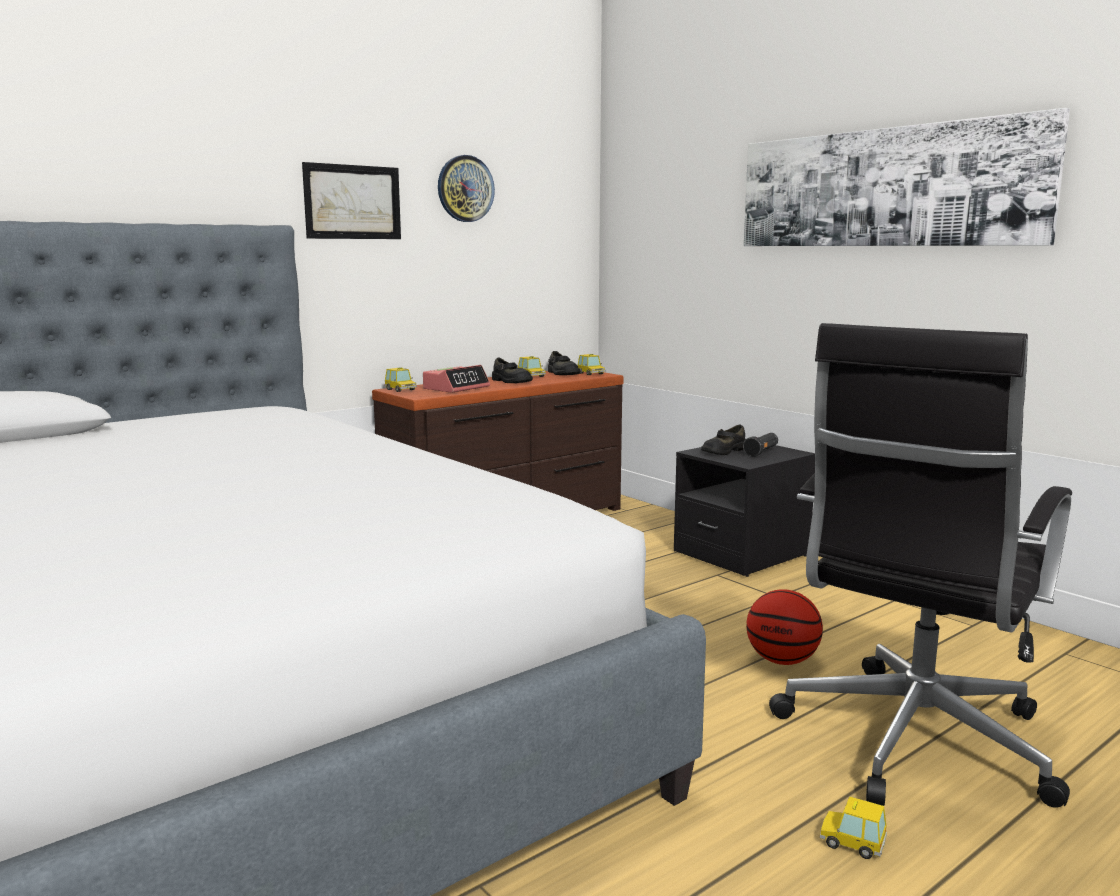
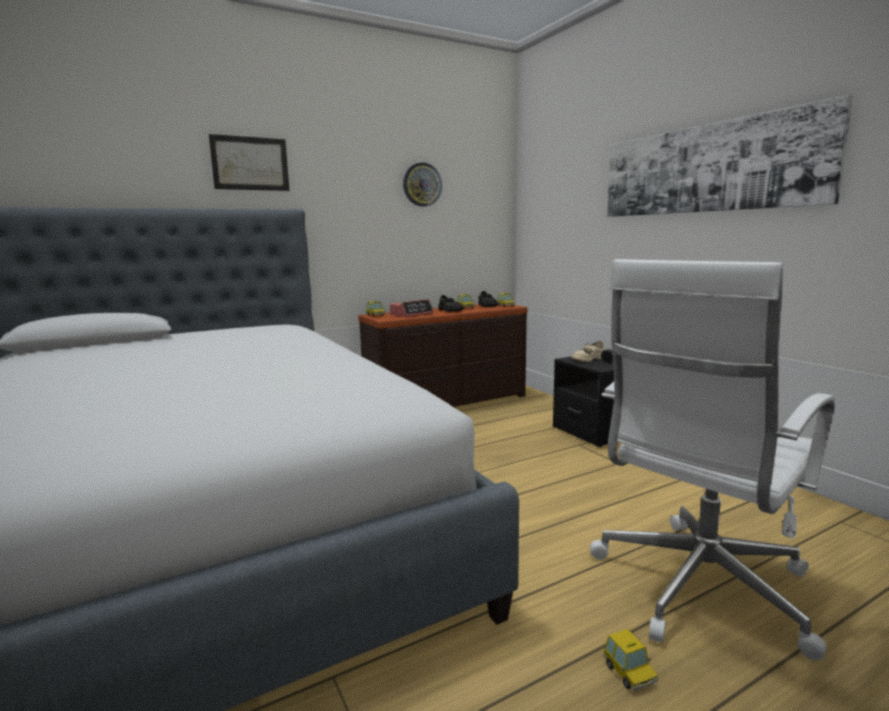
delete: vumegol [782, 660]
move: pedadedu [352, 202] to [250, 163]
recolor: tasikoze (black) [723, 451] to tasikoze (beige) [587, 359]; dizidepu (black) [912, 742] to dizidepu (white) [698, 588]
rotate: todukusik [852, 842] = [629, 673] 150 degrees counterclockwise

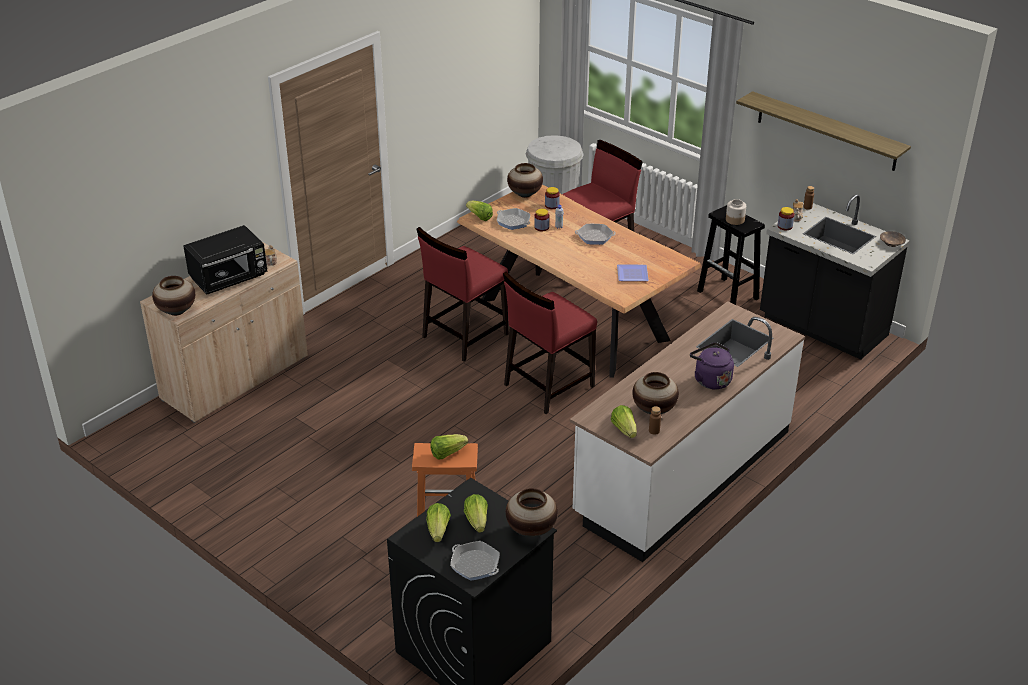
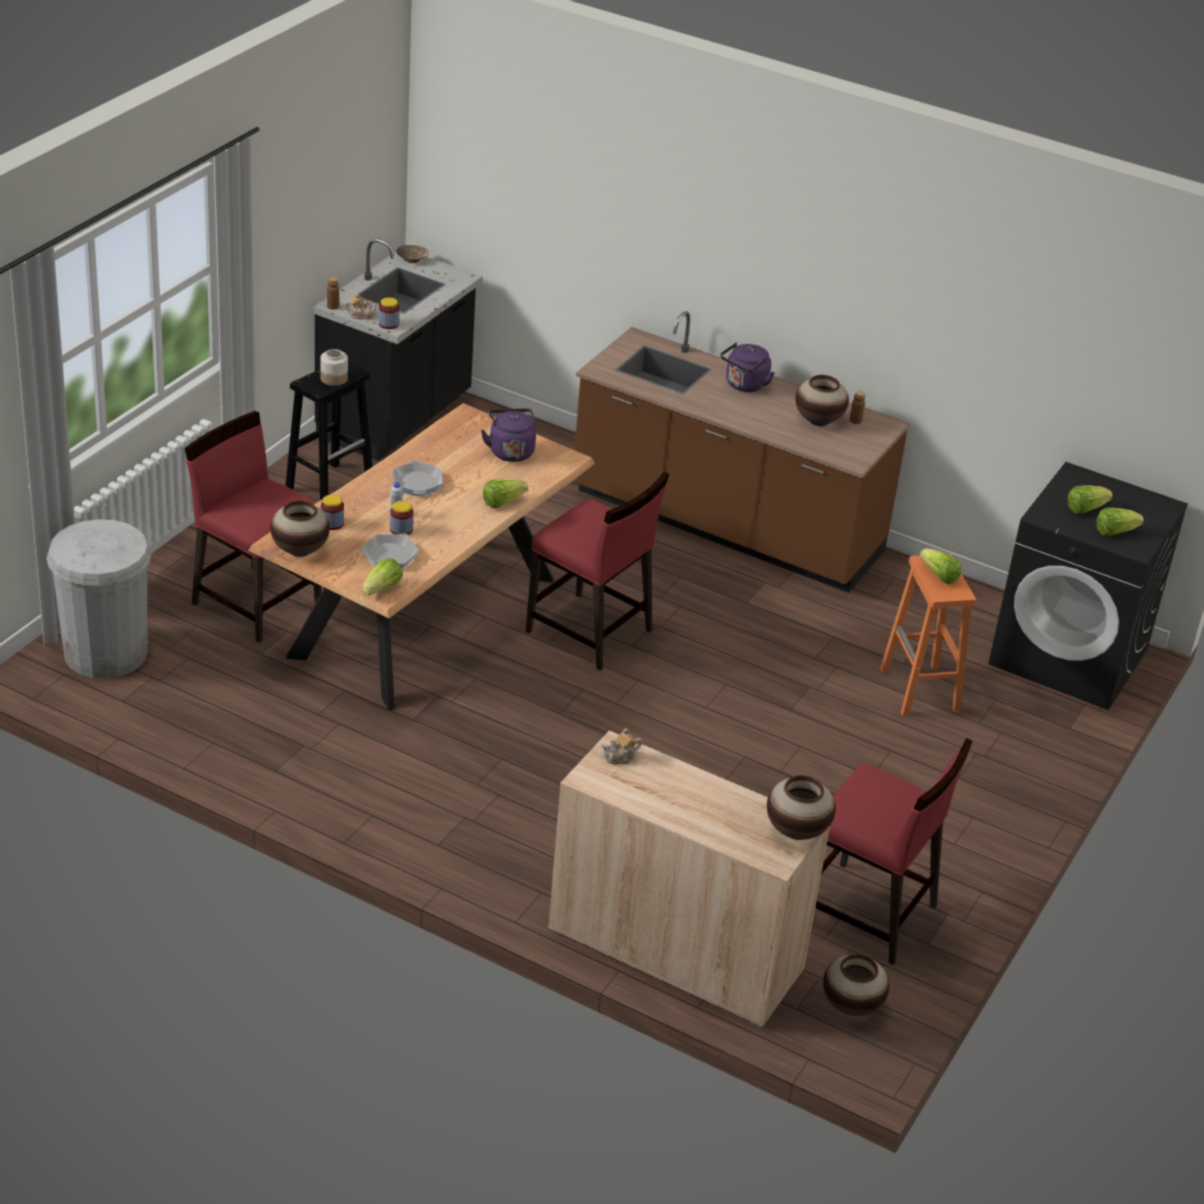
delete: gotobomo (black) [230, 278]; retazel [475, 564]; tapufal [826, 131]
move: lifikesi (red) [464, 336] to [868, 914]; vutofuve [531, 530] to [851, 1006]; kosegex [624, 429] to [502, 502]
replace: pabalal [633, 275] to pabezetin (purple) [510, 451]
recolor: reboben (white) [682, 473] to reboben (brown) [725, 525]

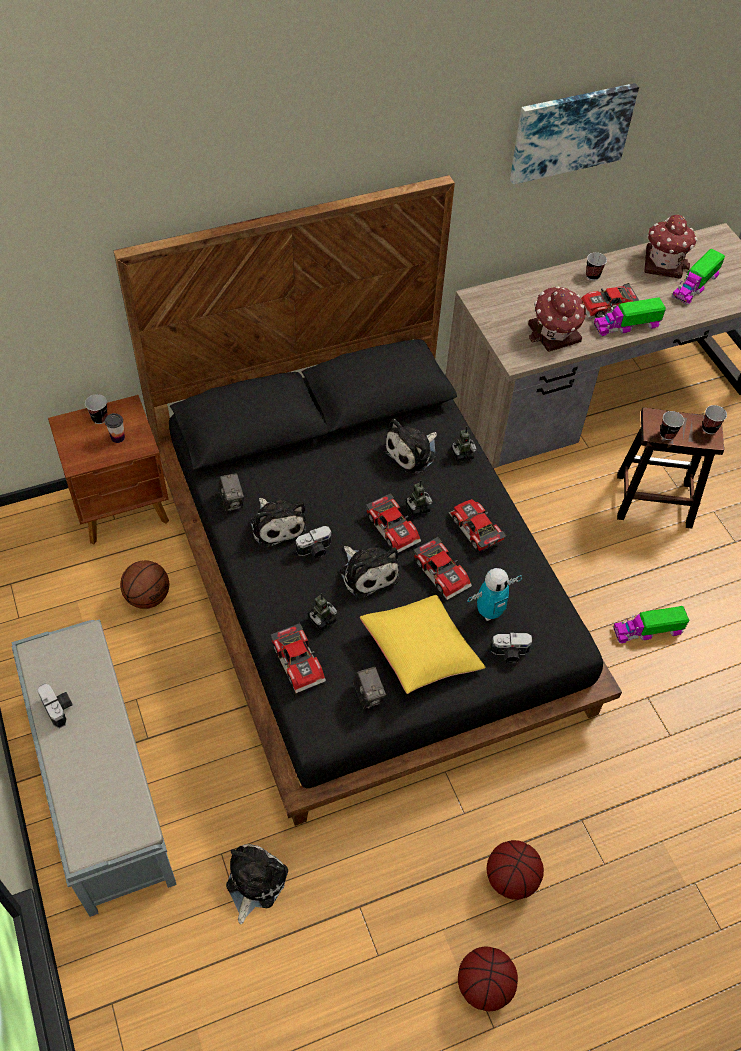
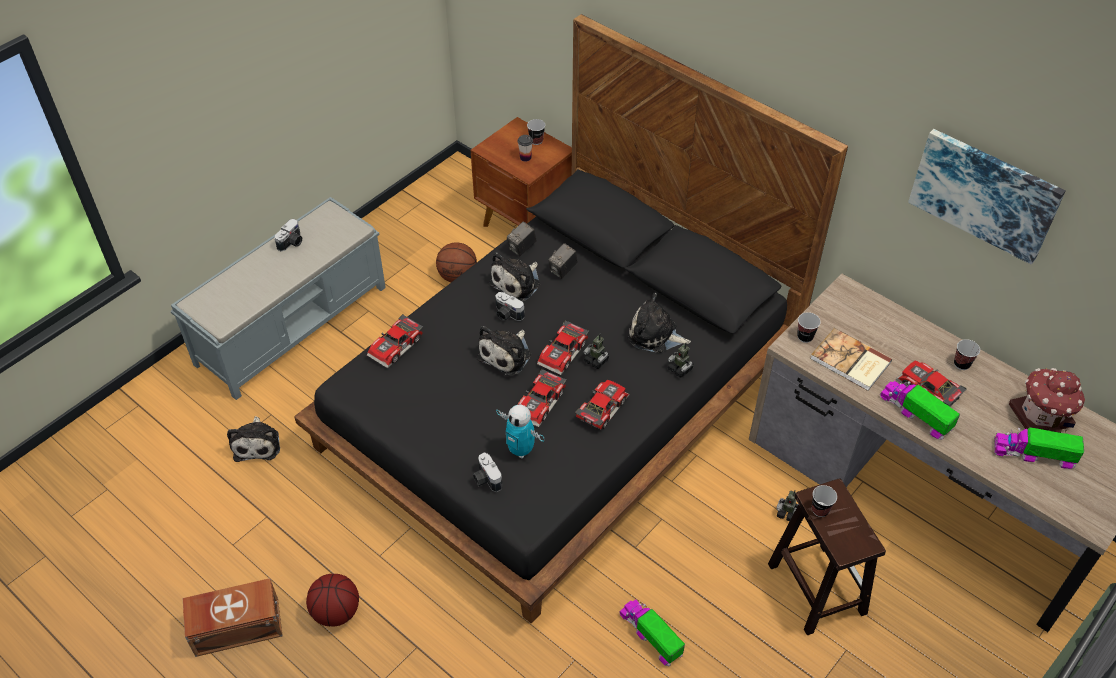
delete: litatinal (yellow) [421, 652]
move: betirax [321, 619] to [787, 513]; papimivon [368, 695] to [563, 270]; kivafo [709, 428] to [805, 337]
replace: vumegol [483, 986] to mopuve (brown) [236, 626]; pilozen [554, 334] to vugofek [850, 362]
rotate: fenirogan [254, 882] = [257, 443] 90 degrees clockwise

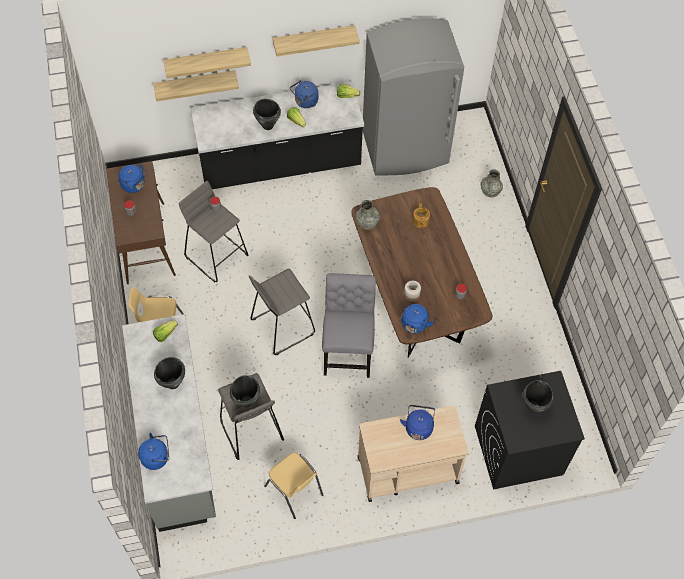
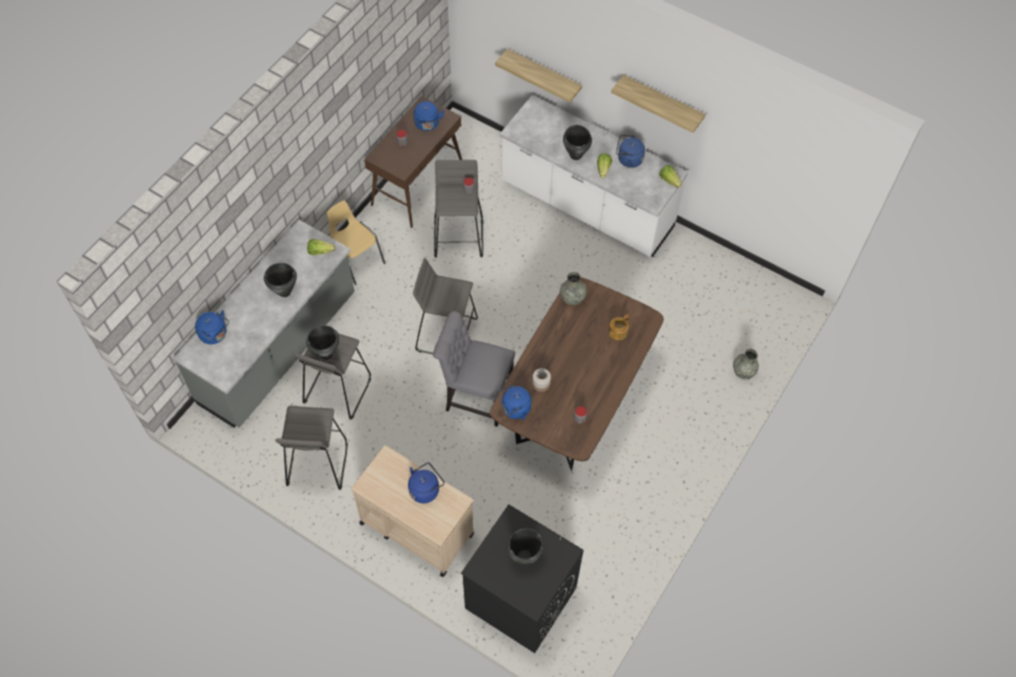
delete: tapufal [206, 61]; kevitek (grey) [406, 148]
replace: lifikesi (yellow) [294, 491] to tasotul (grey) [317, 464]
recolor: reboben (black) [280, 165] to reboben (white) [586, 207]
rotate: lifikesi (grey) [348, 351] = [475, 396] 120 degrees counterclockwise

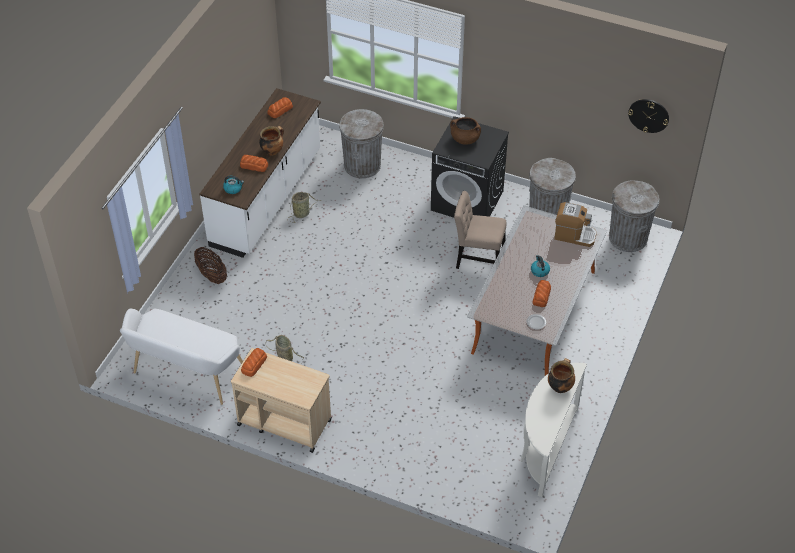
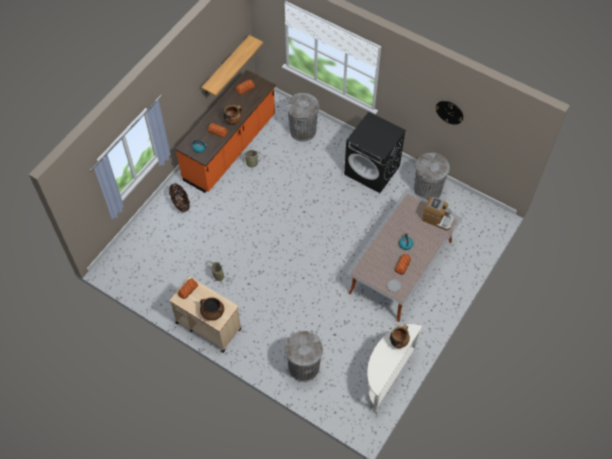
delete: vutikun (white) [186, 375]; lifikesi (beige) [477, 260]
insert: tapufal [226, 65]
move: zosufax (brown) [465, 139] to [212, 312]; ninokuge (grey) [628, 238] to [303, 367]; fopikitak [648, 115] to [449, 112]
recolor: reboben (white) [267, 199] to reboben (orange) [230, 148]

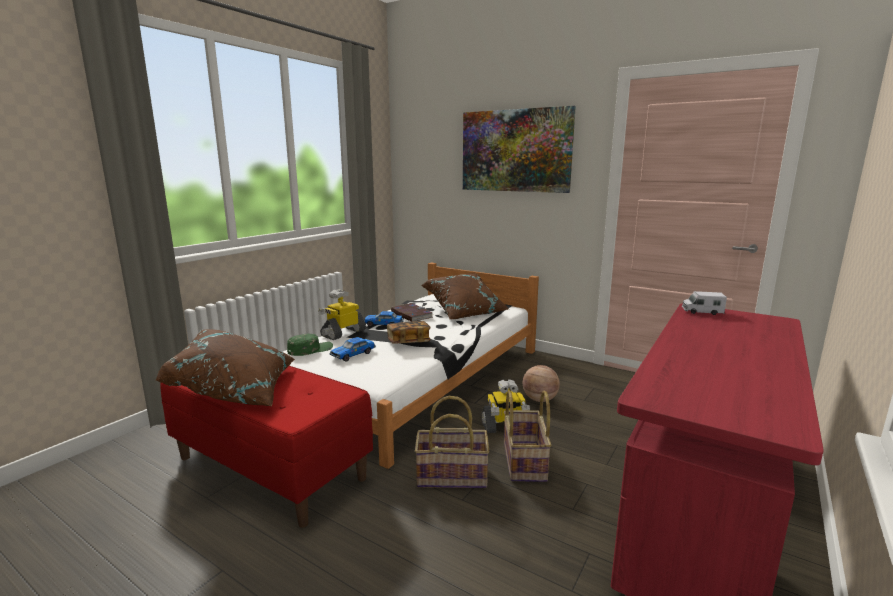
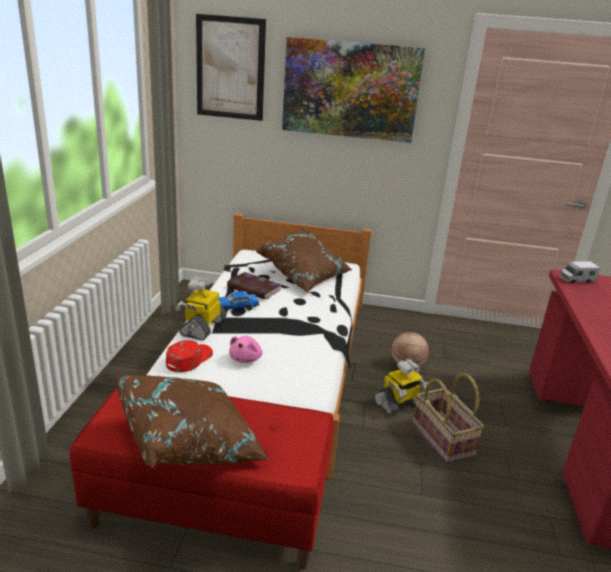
delete: vugofek [408, 342]; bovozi [452, 475]
insert: pedadedu [230, 68]
replace: todukusik [353, 354] to fenirogan (pink) [246, 358]
recolor: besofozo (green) [310, 349] to besofozo (red) [189, 359]

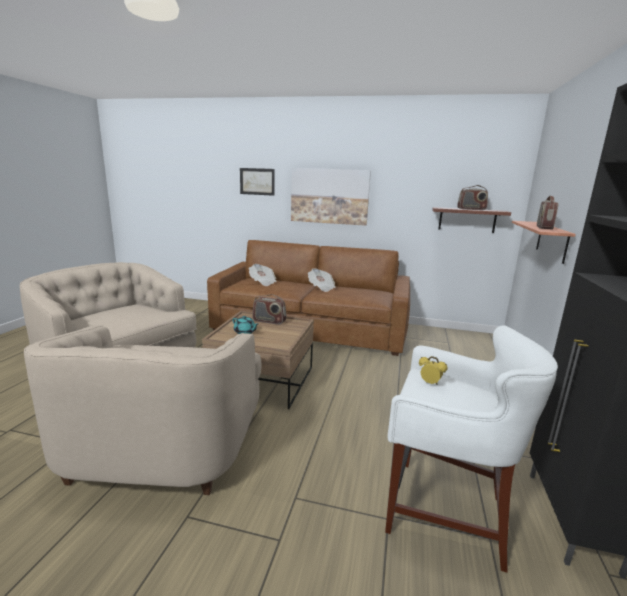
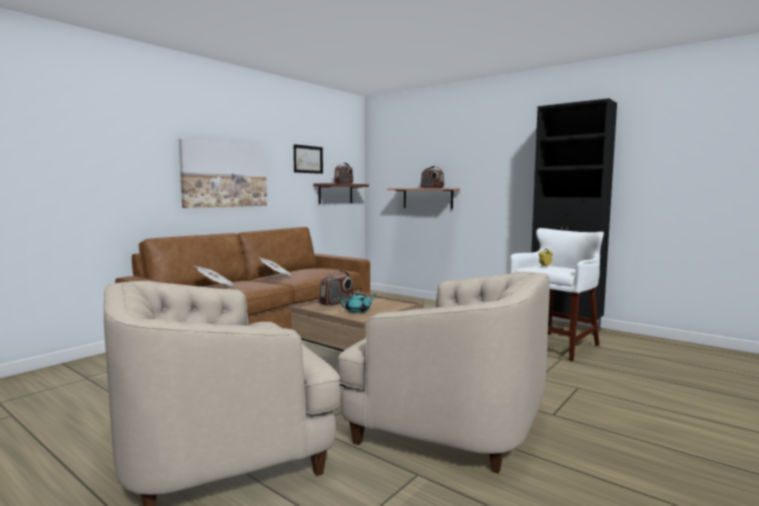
move: pedadedu [257, 181] to [308, 159]

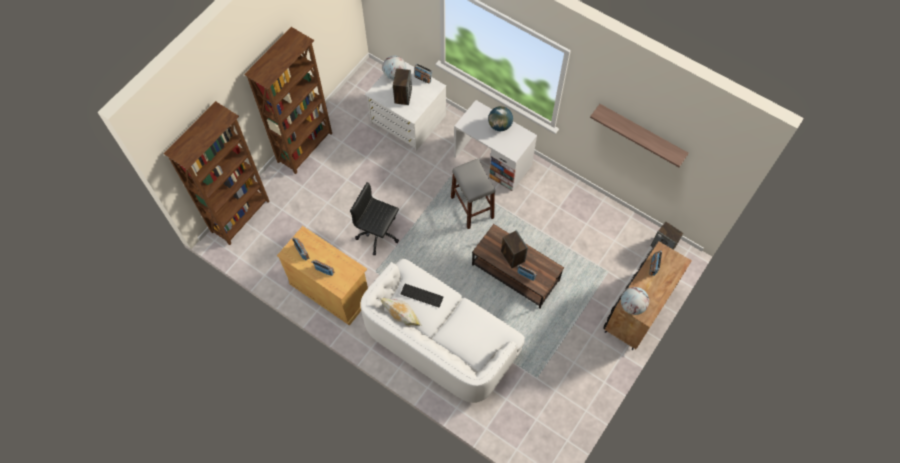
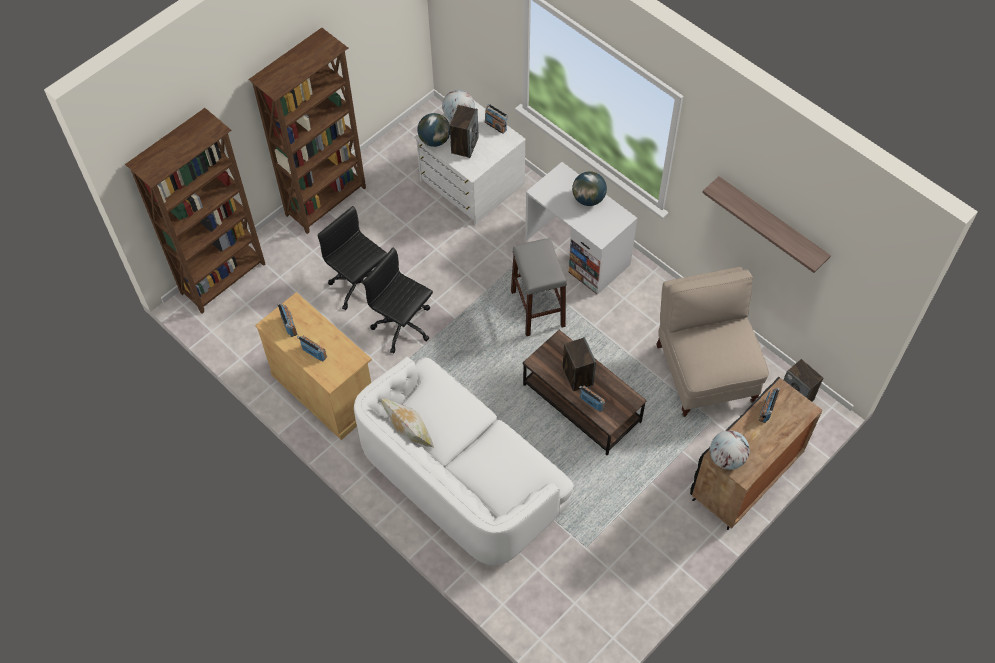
delete: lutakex [421, 296]
insert: dizidepu (black) [360, 286]; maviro [434, 140]; lifikesi (beige) [704, 372]

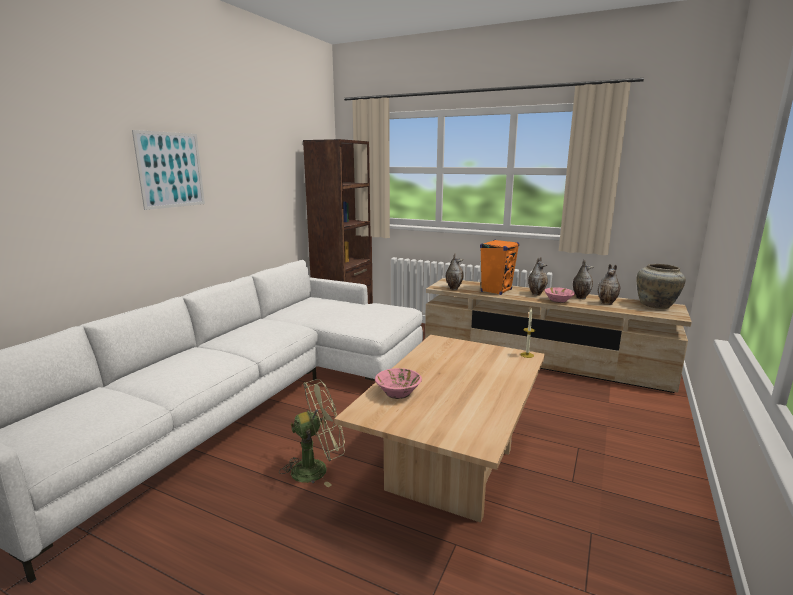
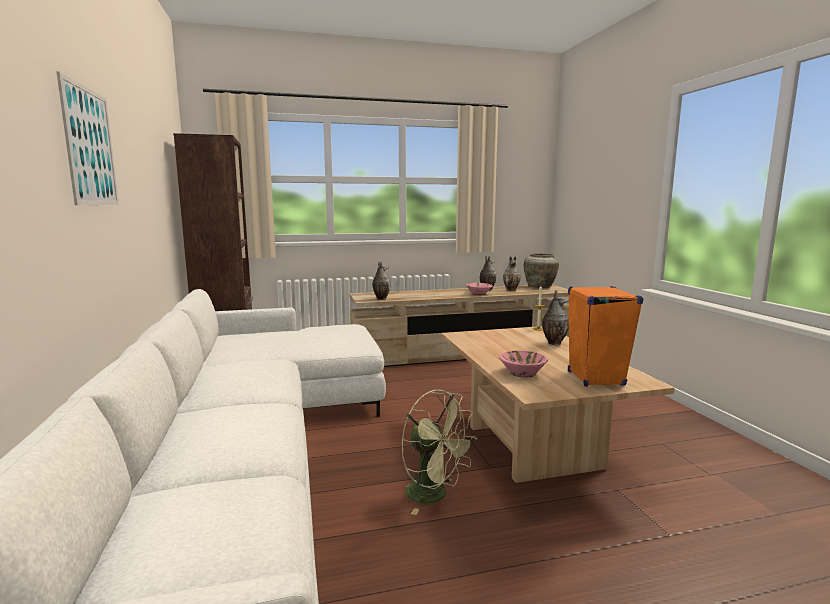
move: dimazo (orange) [496, 291] to [595, 378]; vutofuve [536, 294] to [553, 343]
rotate: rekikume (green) [317, 468] = [434, 495] 105 degrees clockwise

